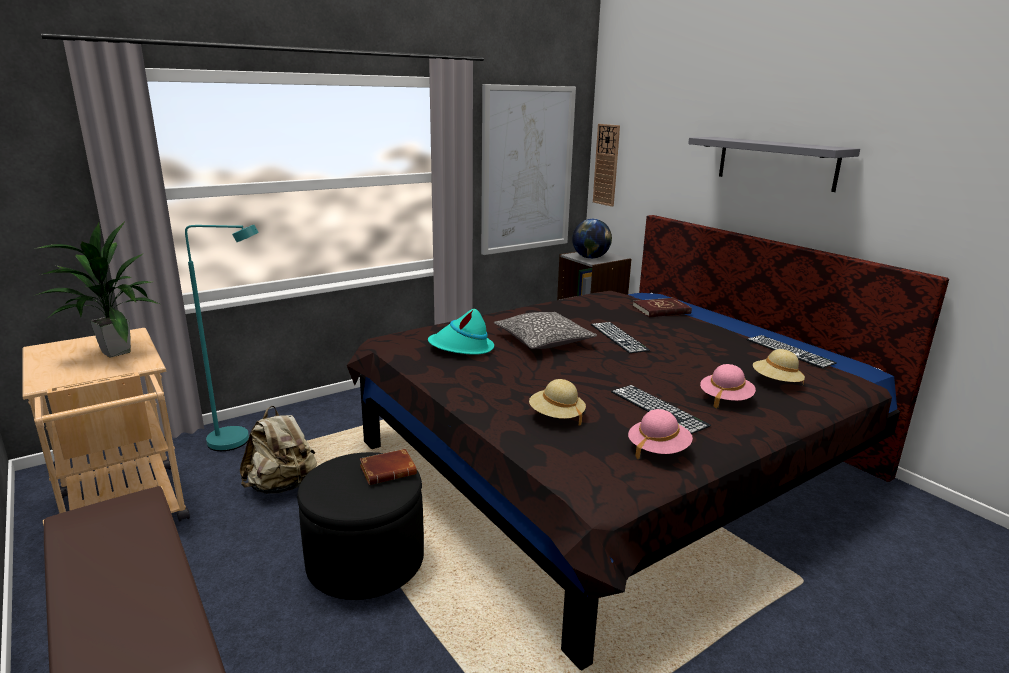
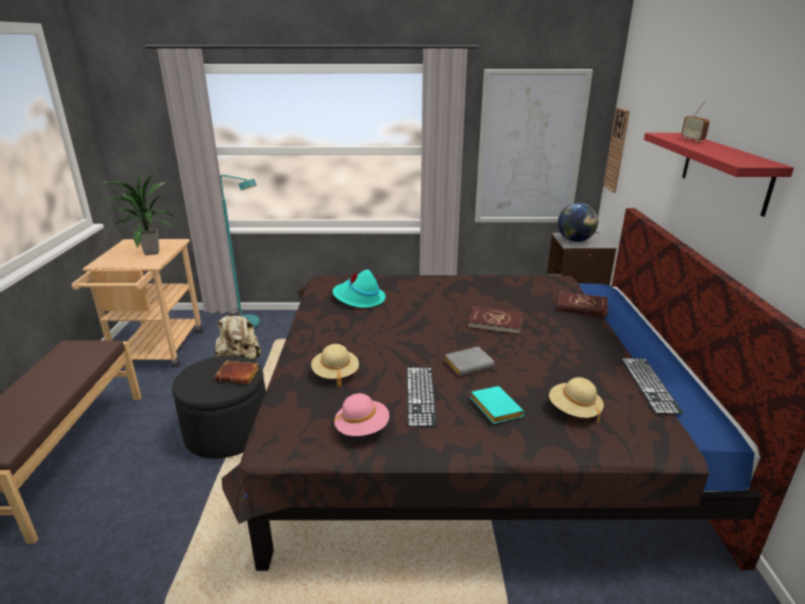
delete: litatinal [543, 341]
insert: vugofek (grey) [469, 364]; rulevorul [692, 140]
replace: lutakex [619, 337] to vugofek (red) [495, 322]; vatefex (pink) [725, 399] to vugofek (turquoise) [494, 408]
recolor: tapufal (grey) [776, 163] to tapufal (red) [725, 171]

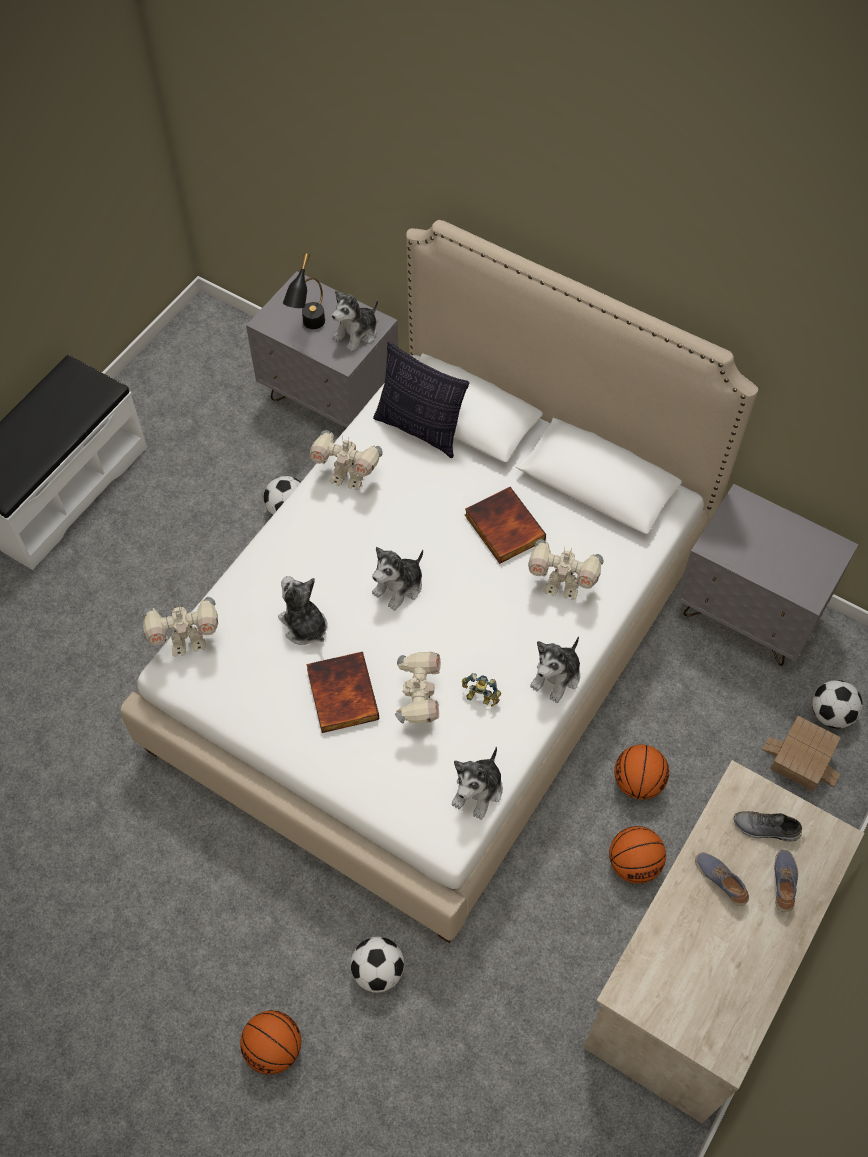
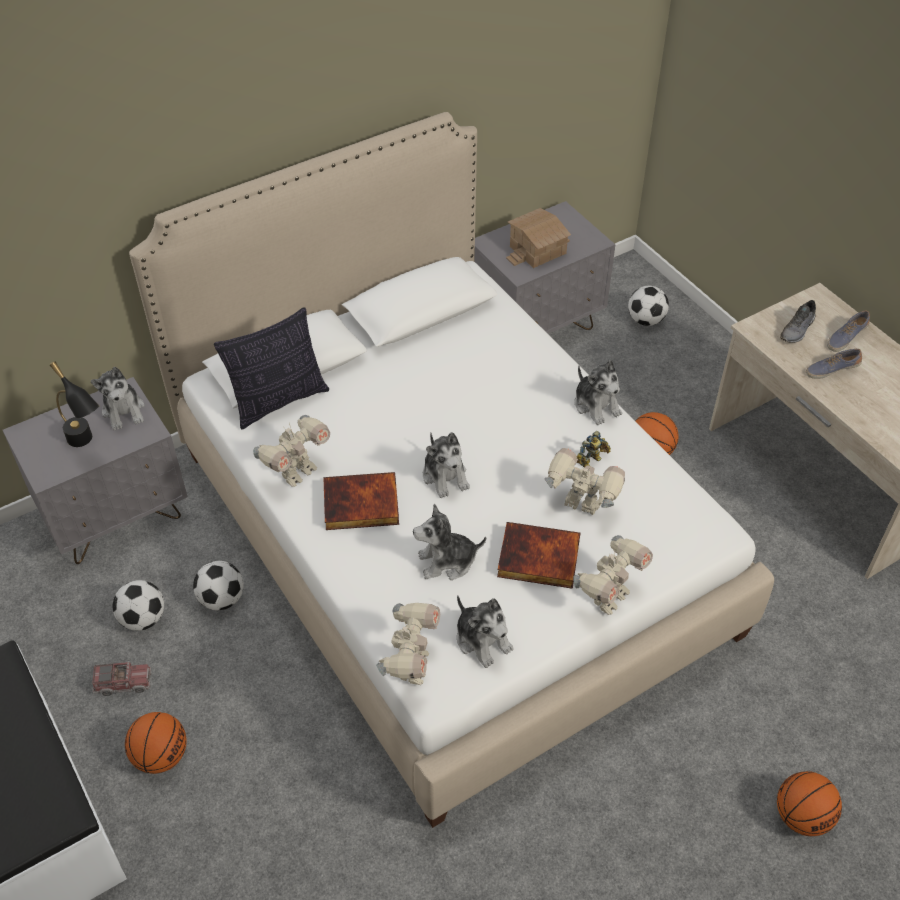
insert: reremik [123, 683]
move: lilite [378, 971] to [143, 619]; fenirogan [478, 791] to [482, 640]; vugofek [503, 528] to [360, 505]; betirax [561, 587] to [608, 597]; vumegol [633, 863] to [161, 756]; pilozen [800, 763] to [538, 250]
rotate: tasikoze [784, 883] = [845, 337] 75 degrees counterclockwise

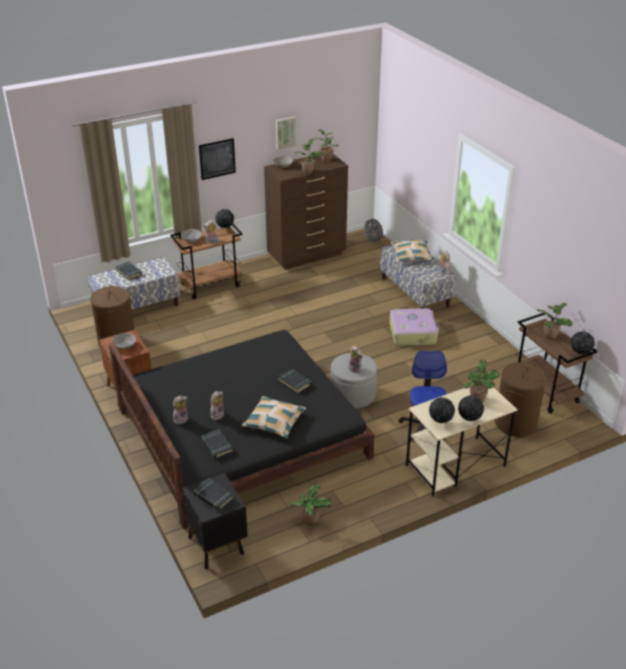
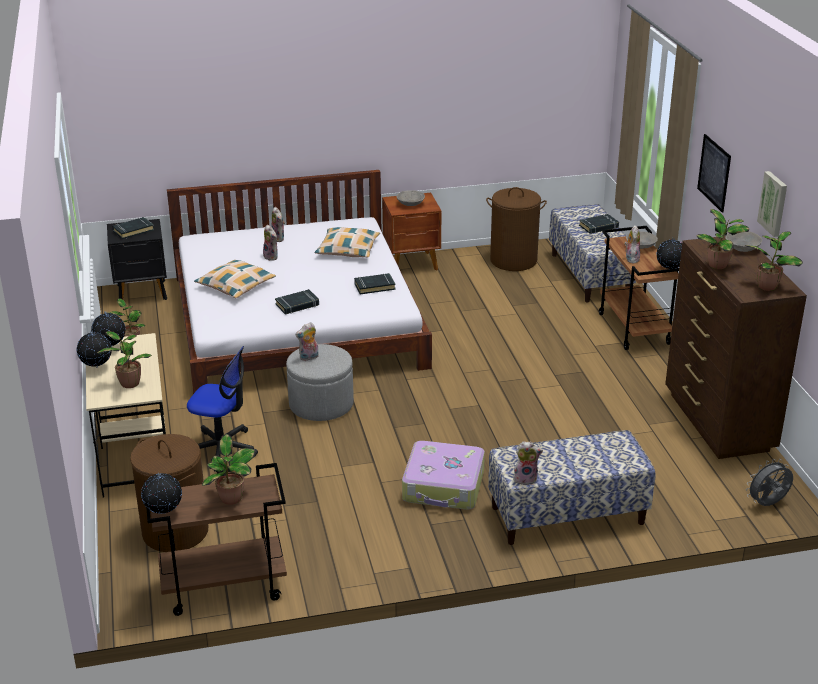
move: vugofek (black) [216, 446] to [374, 286]; litatinal [411, 255] to [348, 249]
recolor: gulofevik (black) [241, 433] to gulofevik (white) [296, 320]

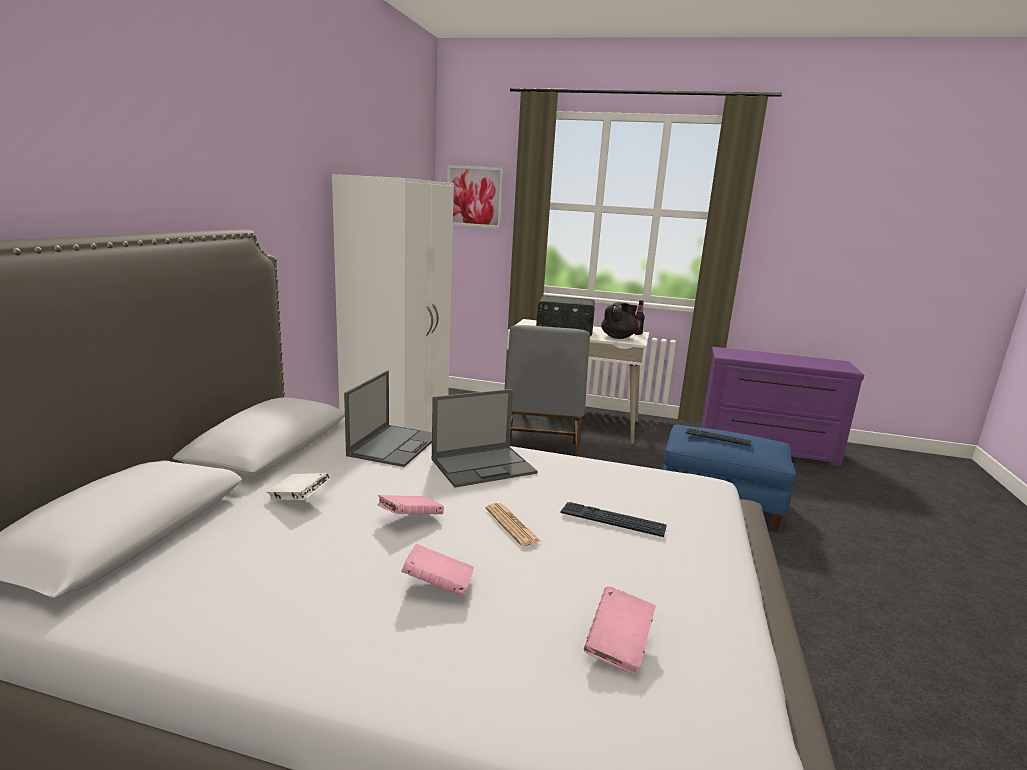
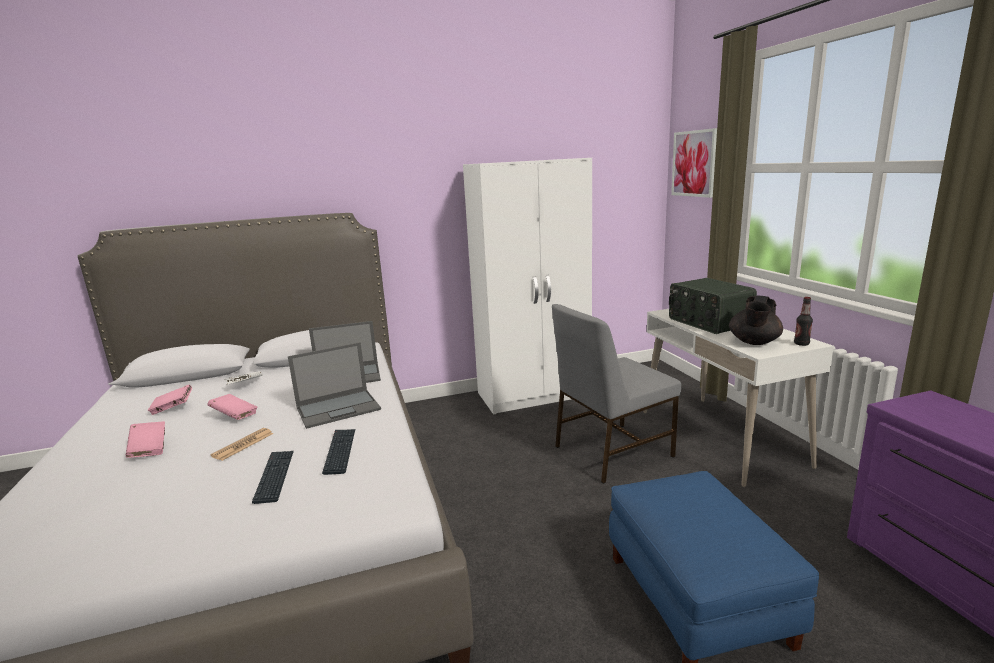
move: vugofek (pink) [618, 645] to [173, 408]; lutakex [718, 438] to [340, 451]
rotate: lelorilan [484, 466] = [339, 408] 60 degrees counterclockwise; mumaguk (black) [618, 337] = [754, 342] 105 degrees clockwise

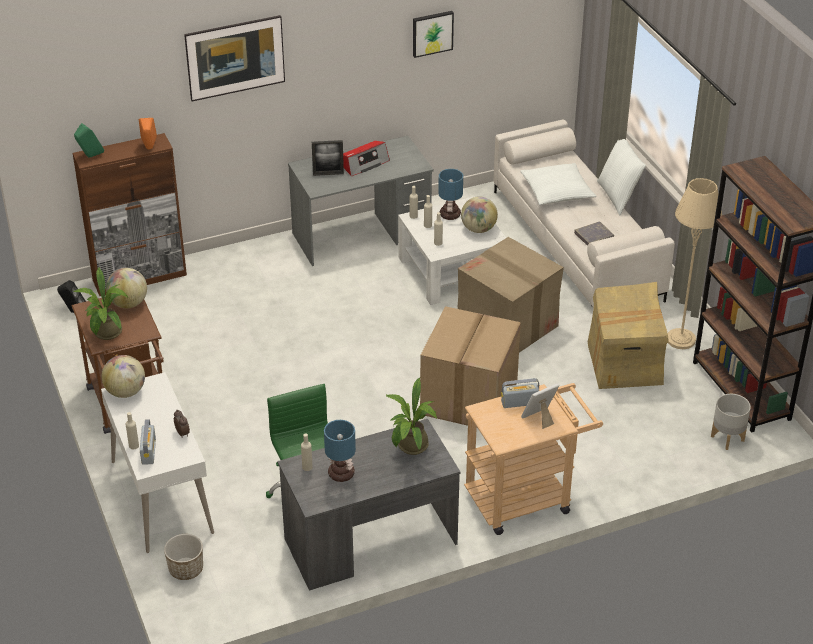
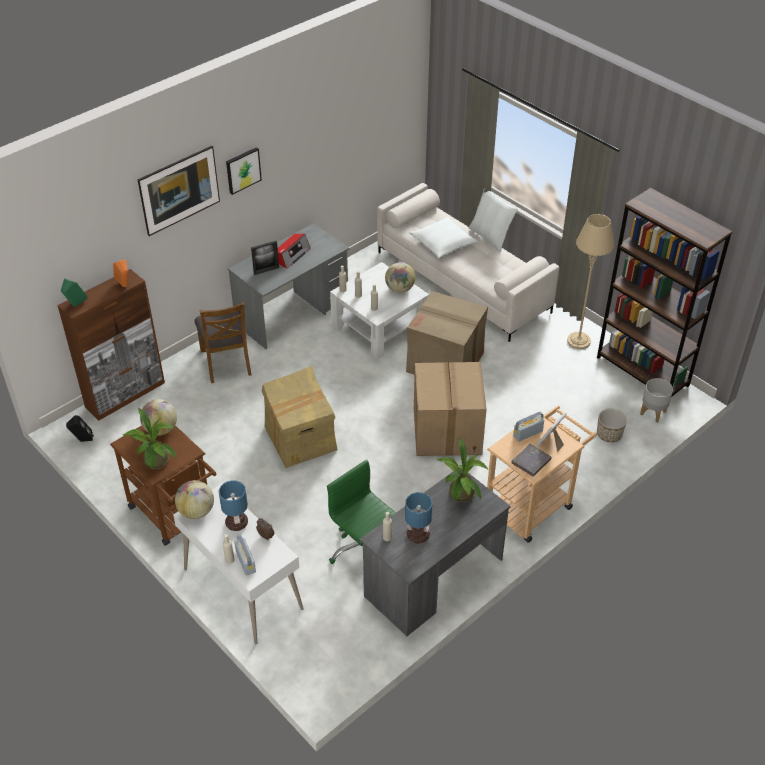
insert: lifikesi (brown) [226, 362]
move: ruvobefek [186, 569] to [609, 434]; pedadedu [432, 33] to [243, 170]; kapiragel [450, 215] to [237, 523]; vugofek (grey) [594, 236] to [531, 462]; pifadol [624, 363] to [300, 438]

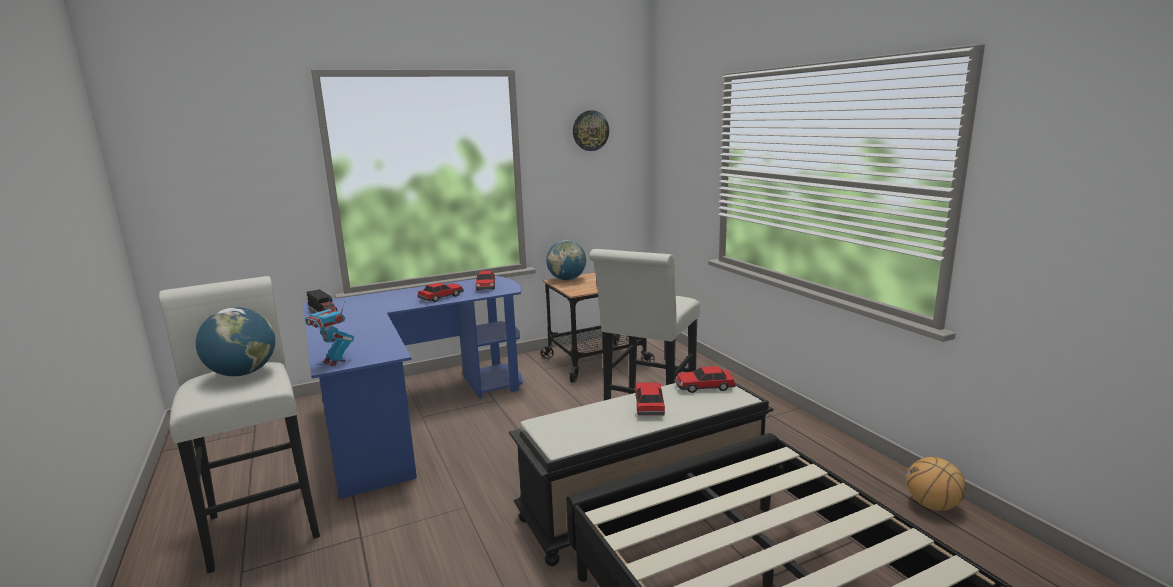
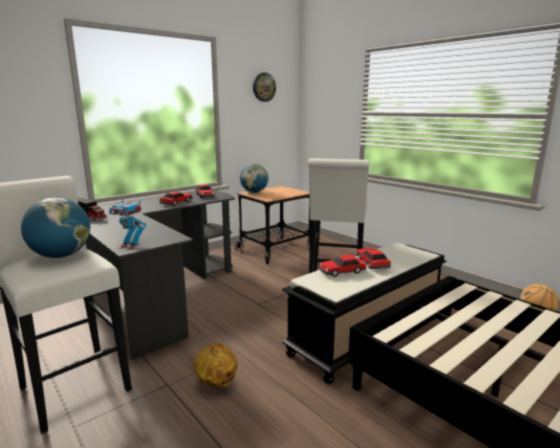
insert: vumegol [216, 383]
move: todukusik [704, 386] to [341, 271]
recolor: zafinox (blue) [411, 415] to zafinox (black) [157, 294]

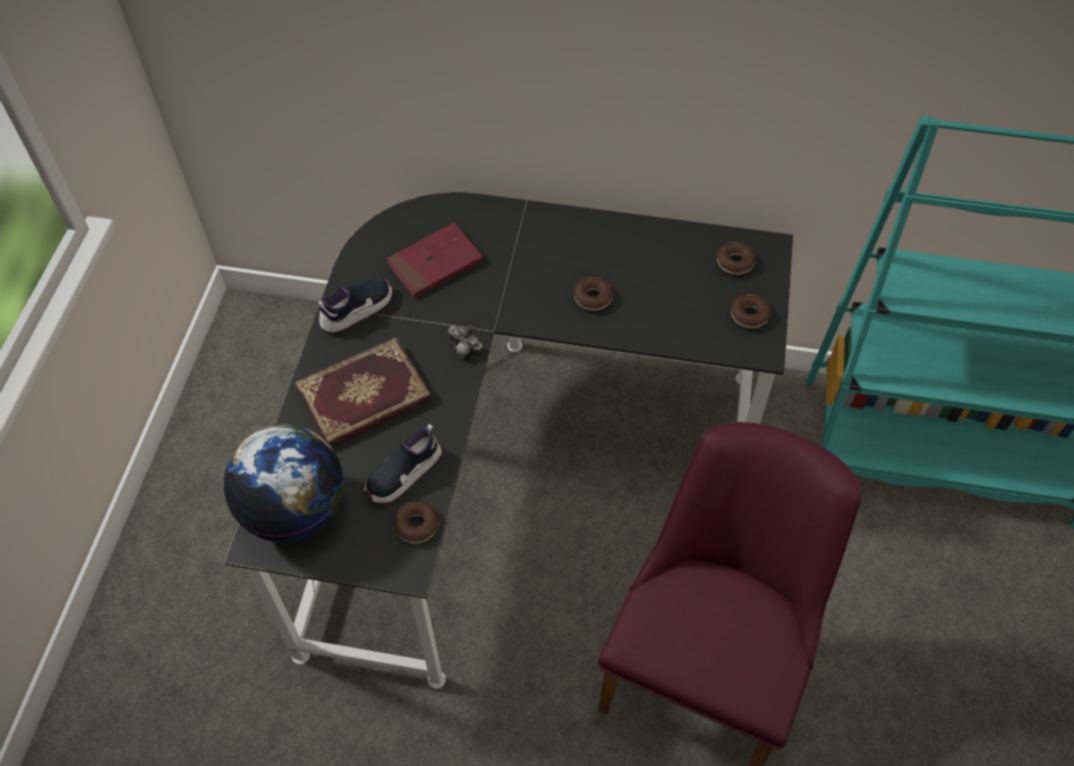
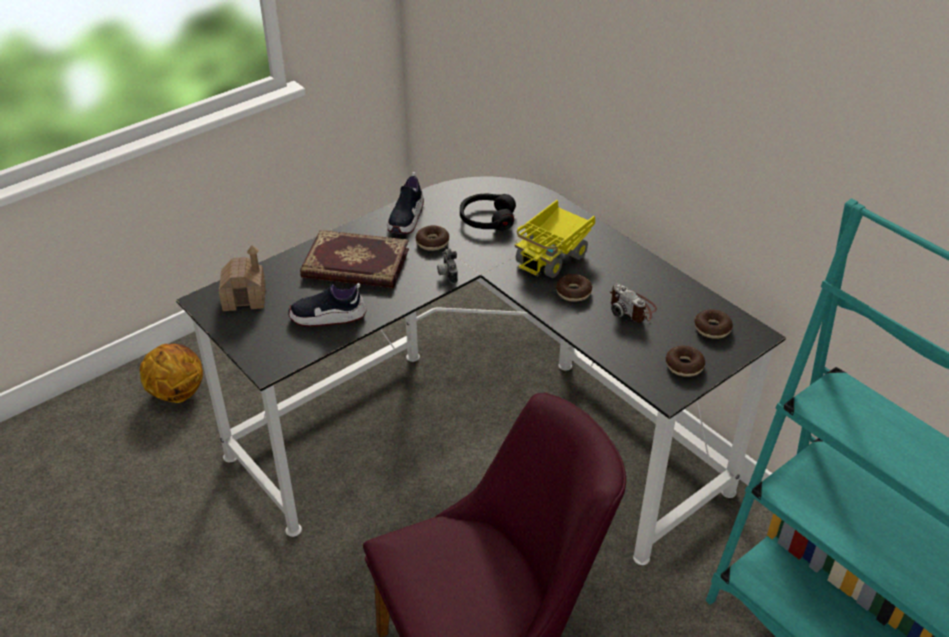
insert: vumegol [177, 393]; reremik [553, 256]; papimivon [632, 308]
move: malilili [417, 525] to [432, 242]
replace: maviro [295, 510] to pilozen [244, 297]; vugofek (red) [435, 263] to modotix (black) [487, 219]
rotate: tasikoze [357, 311] = [406, 218] 105 degrees clockwise

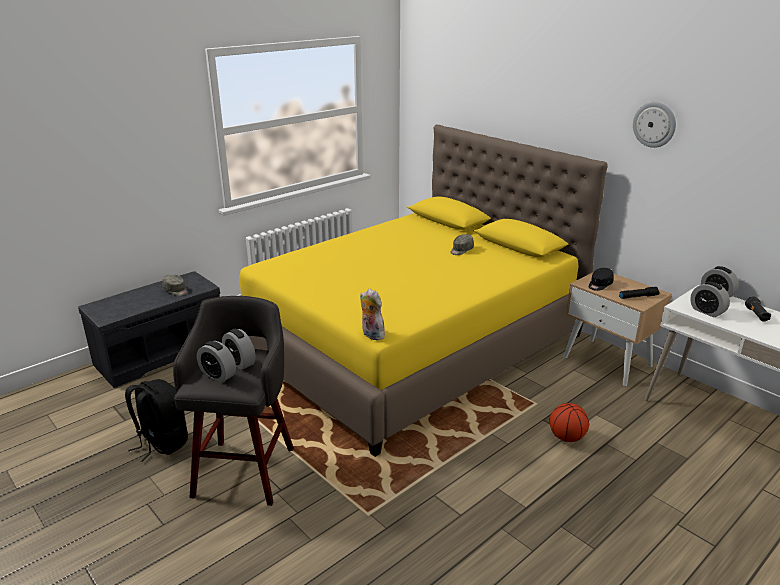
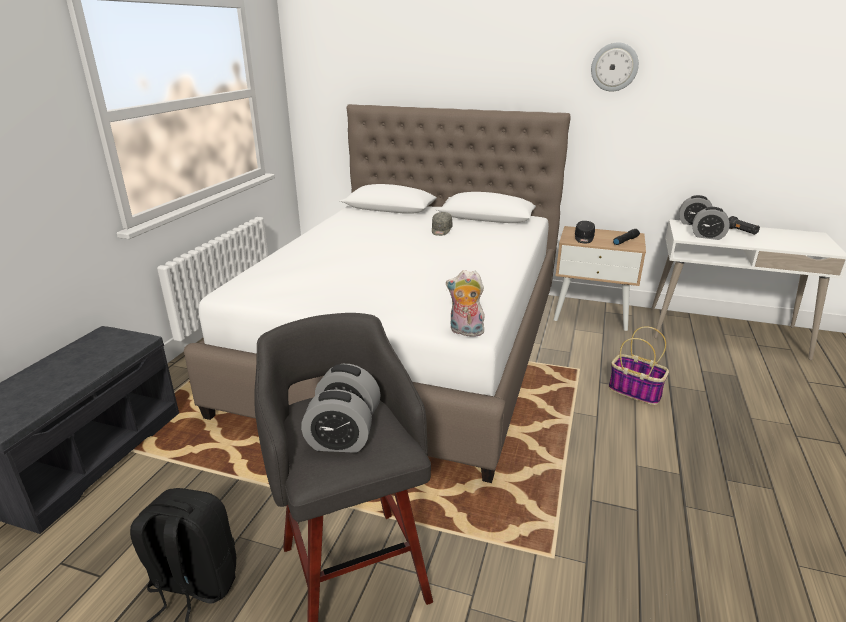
delete: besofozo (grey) [176, 290]
replace: vumegol [566, 437] to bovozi [636, 391]
recolor: gulofevik (yellow) [412, 344] to gulofevik (white) [407, 347]

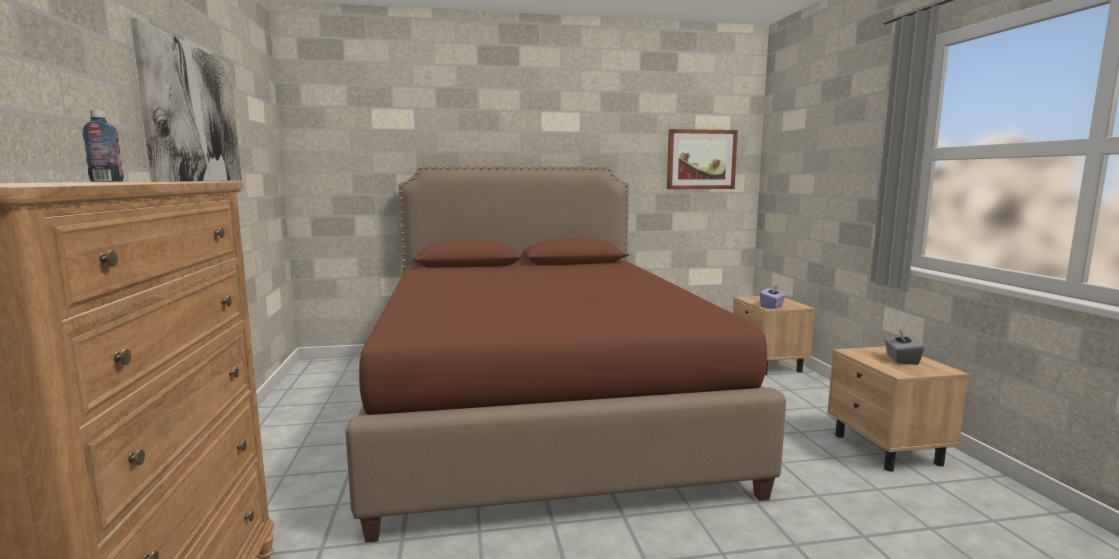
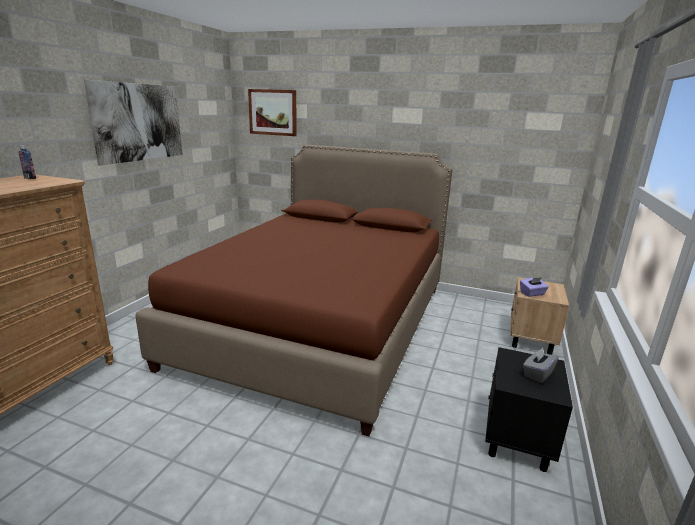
move: pedadedu [701, 159] to [273, 112]
recolor: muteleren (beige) [887, 450] to muteleren (black) [516, 440]

